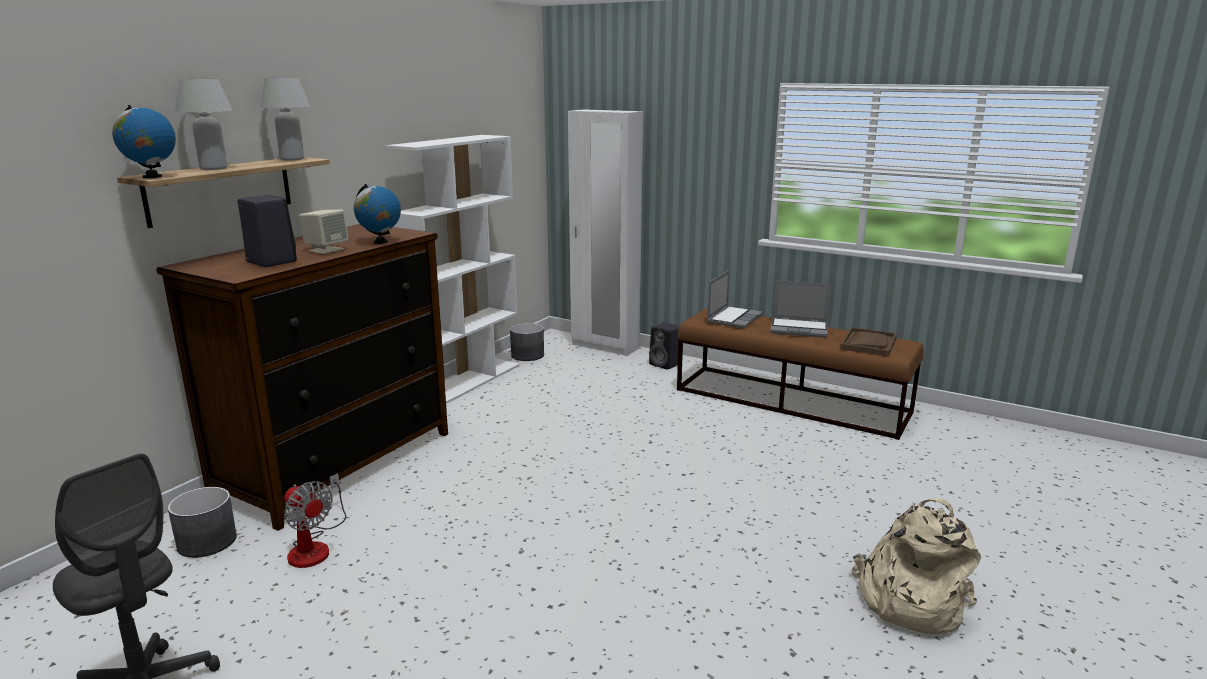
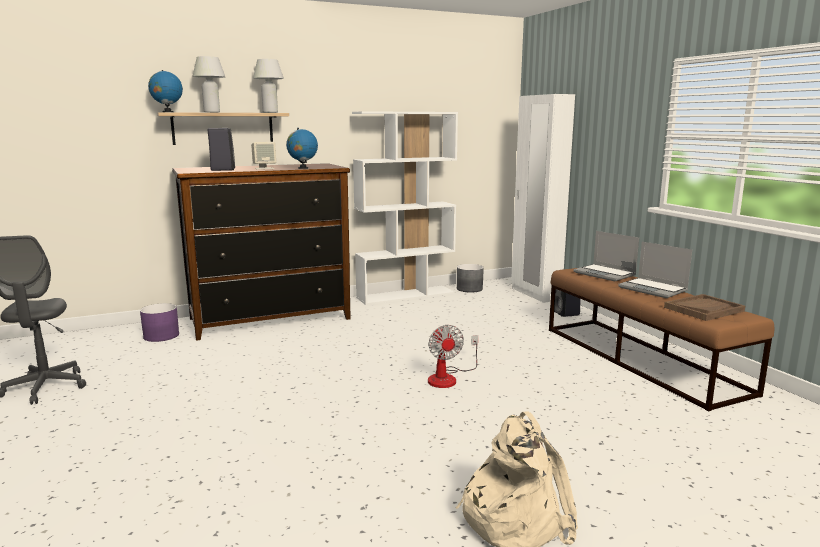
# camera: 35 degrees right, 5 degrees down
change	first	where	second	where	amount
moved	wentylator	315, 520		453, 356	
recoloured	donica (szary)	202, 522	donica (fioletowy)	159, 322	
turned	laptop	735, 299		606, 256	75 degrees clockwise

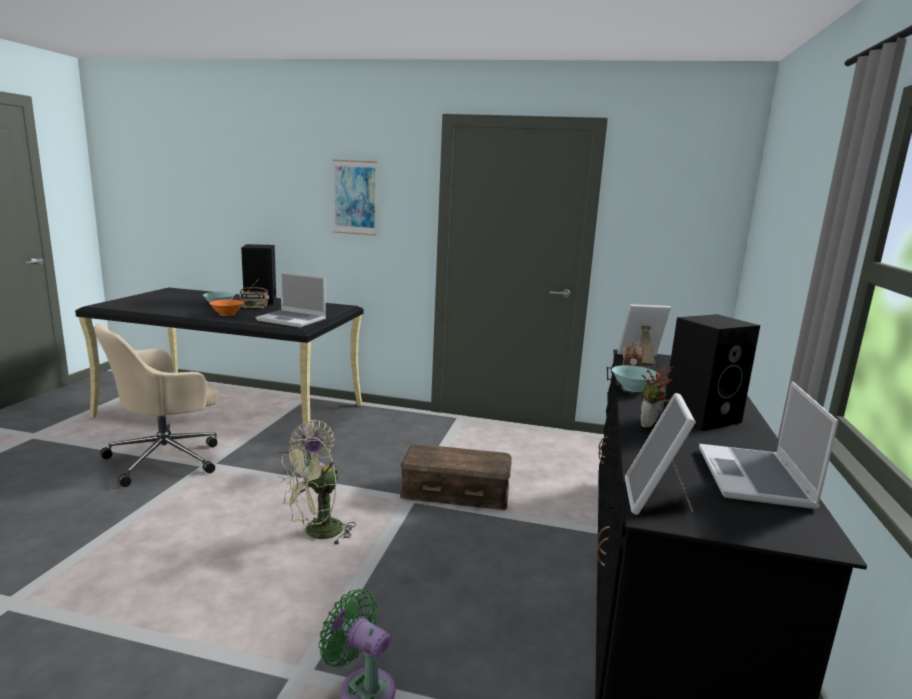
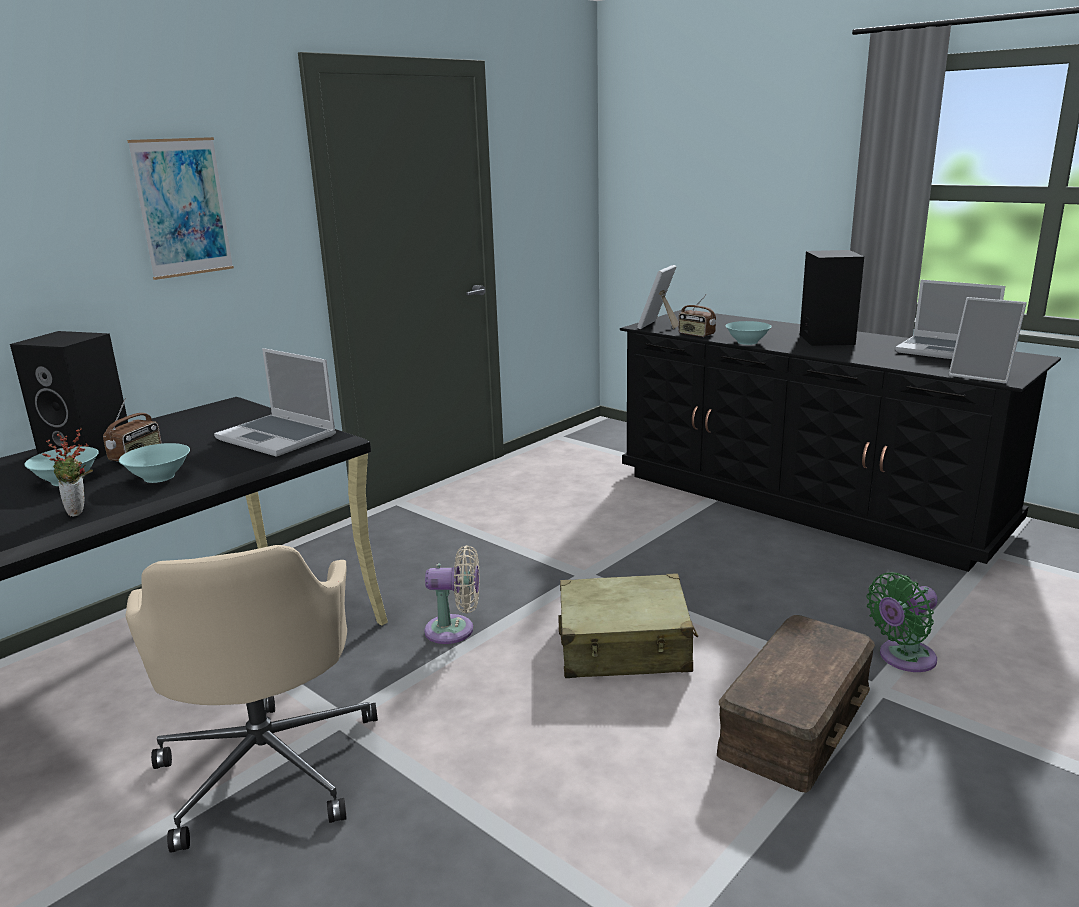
# camera: 60 degrees left, 5 degrees up
change	first	where	second	where	amount
moved	pojemnik do przechowywania (brązowy)	456, 477		796, 704	
moved	roślina doniczkowa	657, 395		67, 472	
replaced	wentylator (zielony)	317, 491	walizka (beżowy)	628, 626	
recoloured	miska (pomarańczowy)	226, 308	miska (turkusowy)	154, 463	
turned	laptop	291, 300		275, 402	75 degrees clockwise

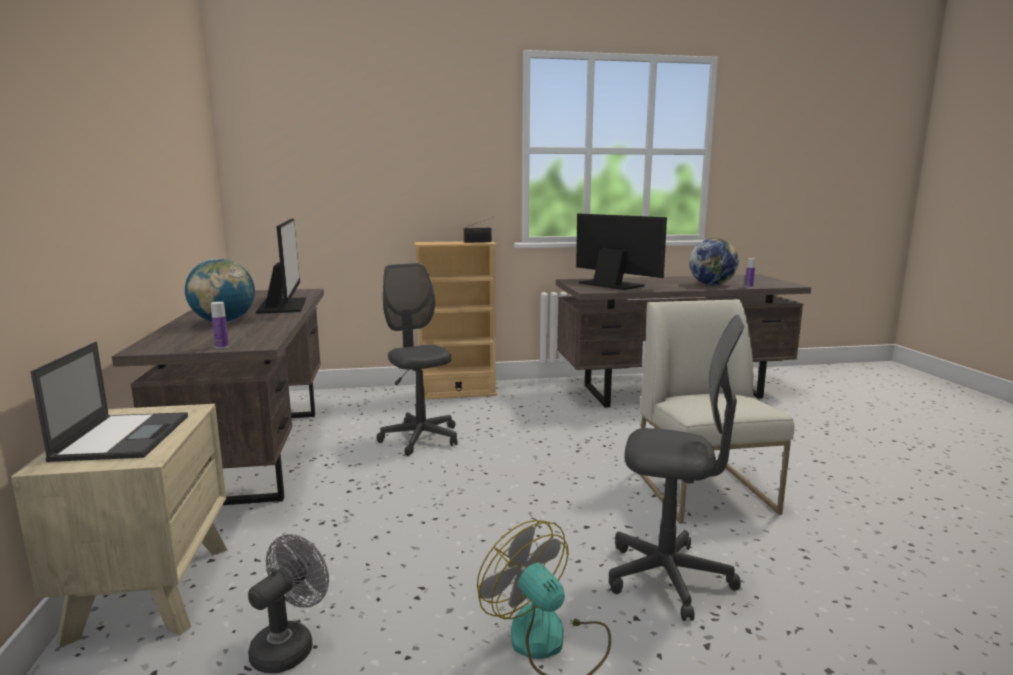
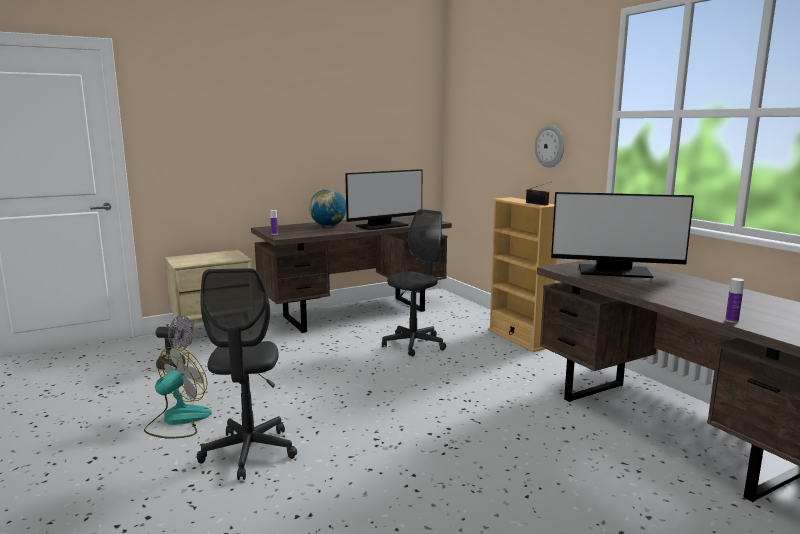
# camera: 70 degrees right, 0 degrees up
change	first	where	second	where	amount
removed	laptop	109, 401			
removed	krzesło (biały)	716, 411			
removed	globus	714, 261			
added			zegar ścienny	549, 146	
turned	monitor	621, 252		622, 235	75 degrees clockwise

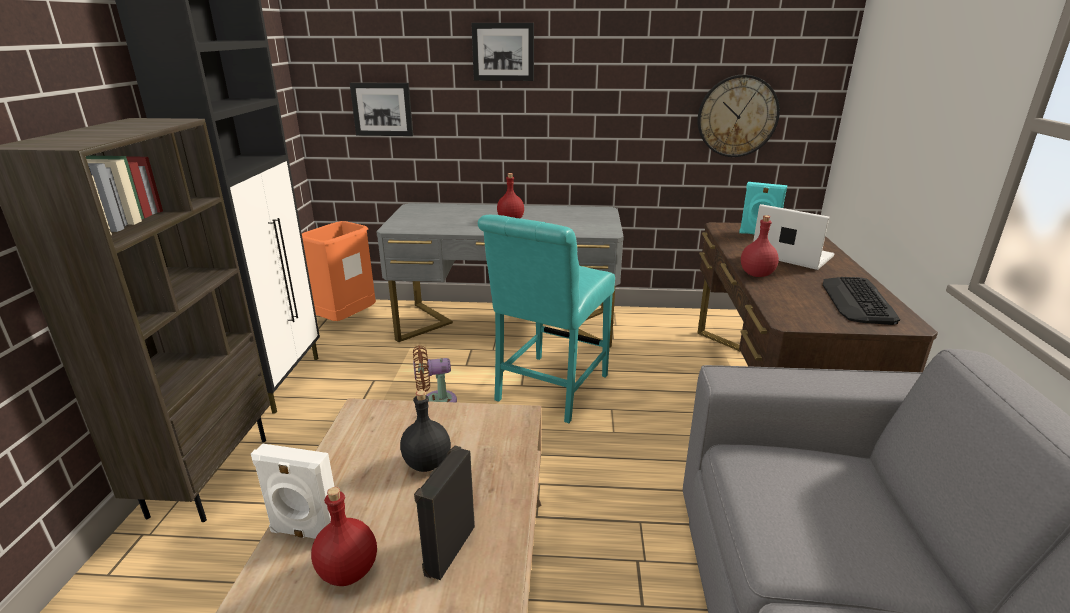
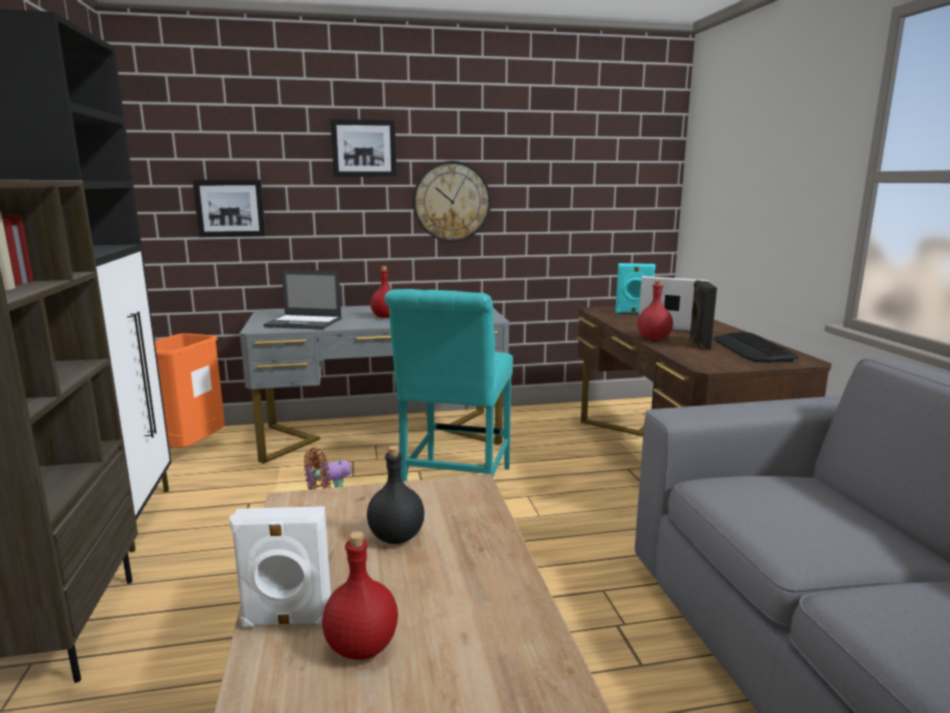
# camera: 15 degrees left, 10 degrees down
change	first	where	second	where	amount
added			laptop	302, 299	
moved	głośnik (czarny)	444, 512		703, 314	
moved	zegar ścienny	739, 116		452, 201	

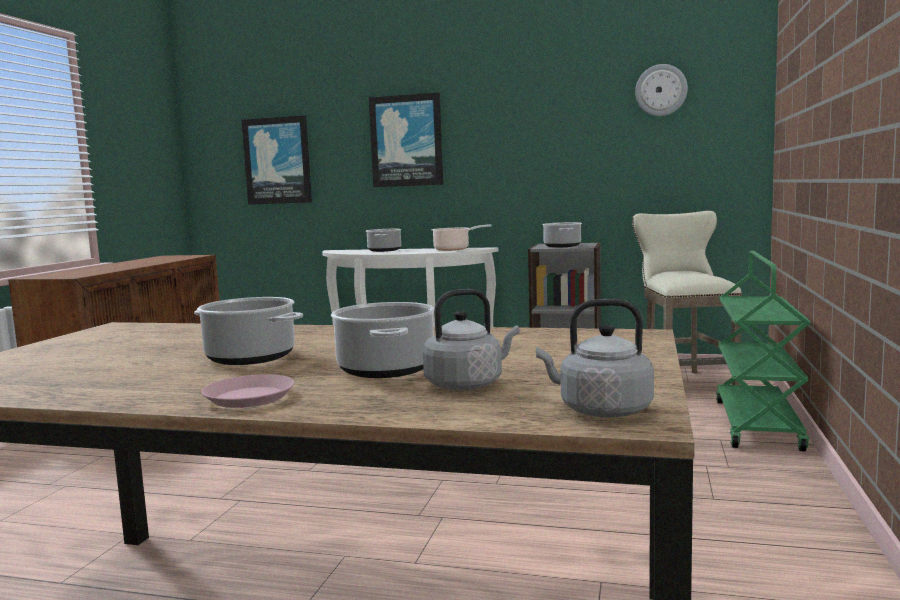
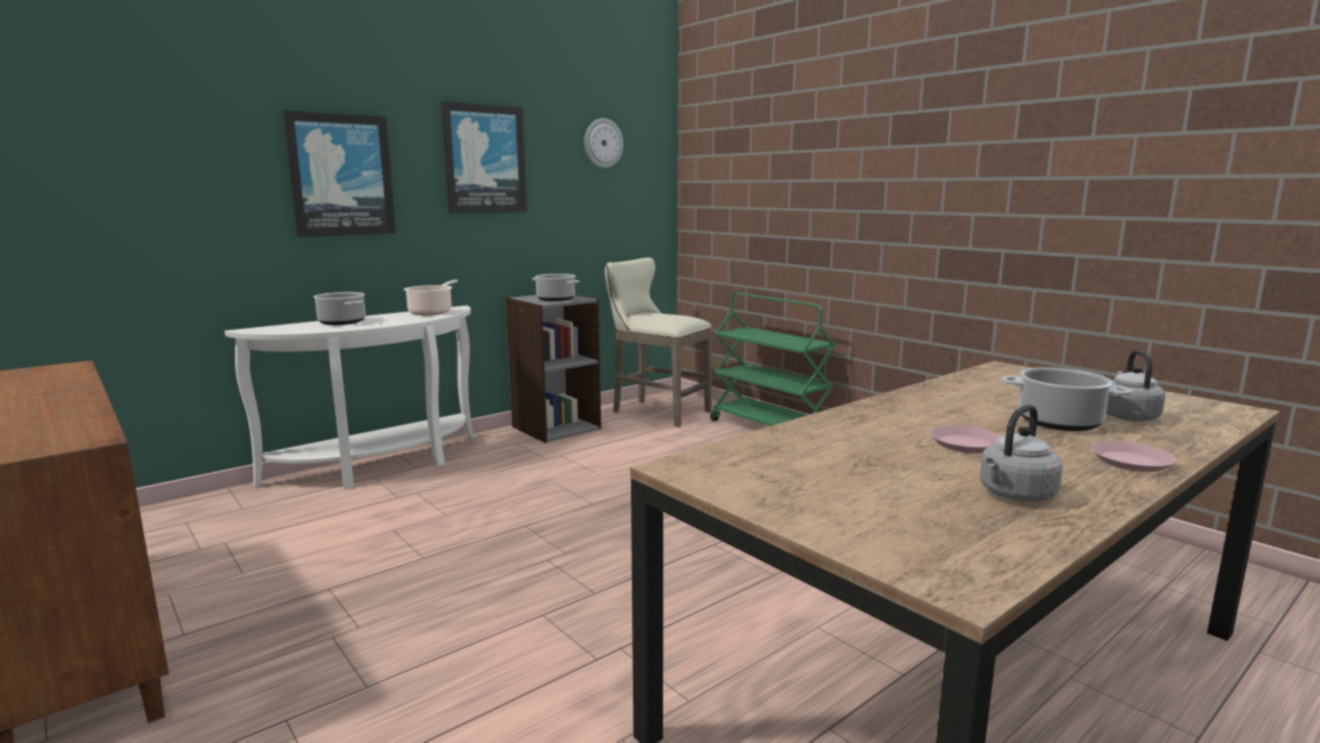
# camera: 55 degrees left, 5 degrees up
change	first	where	second	where	amount
moved	obraz	276, 160		484, 157	
moved	czajnik (szary)	595, 358		1021, 453	
replaced	garnek	248, 331	talerz (różowy)	965, 439	

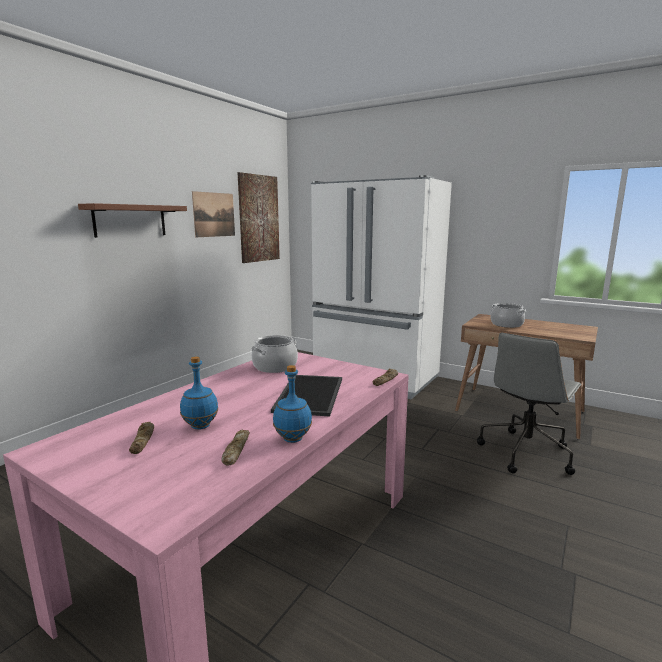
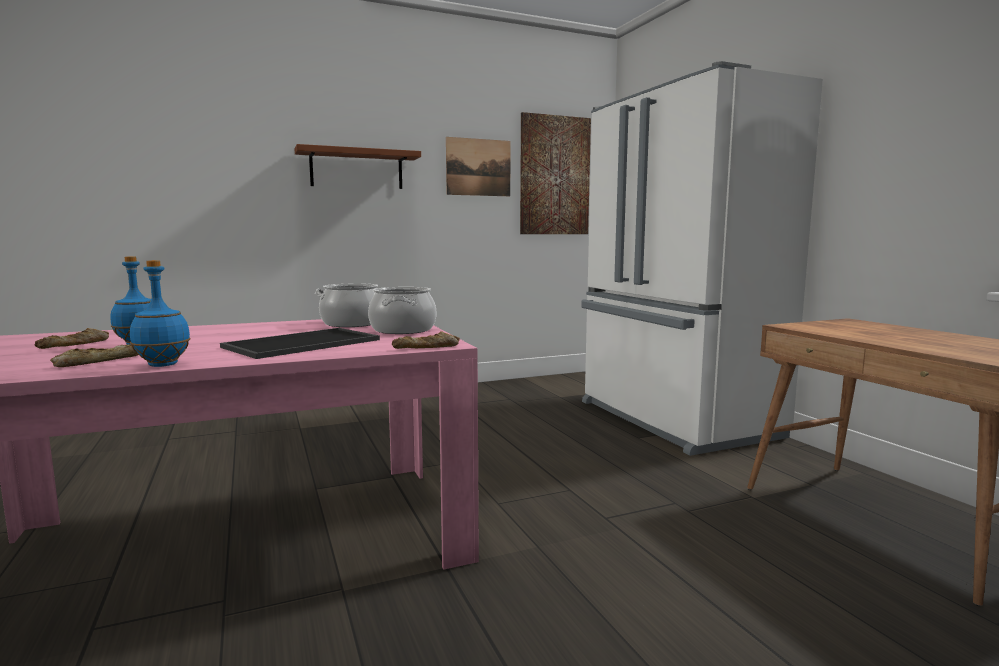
# camera: 35 degrees right, 5 degrees down
change	first	where	second	where	amount
removed	krzesło biurowe (szary)	529, 403			
moved	garnek	508, 315		402, 310	

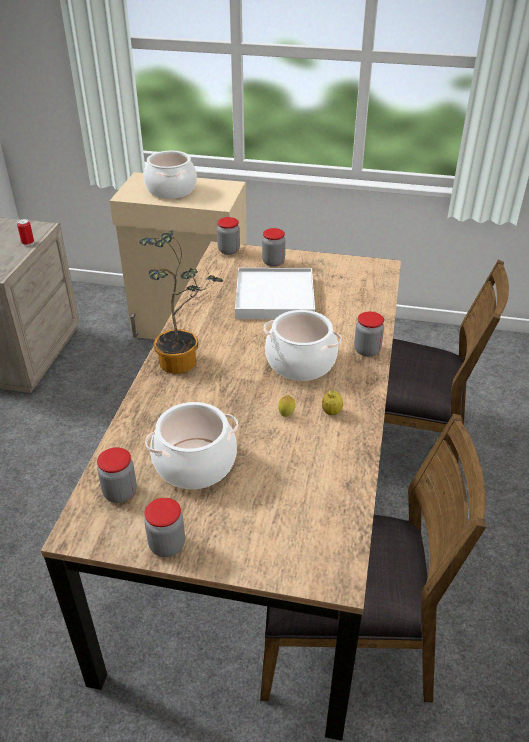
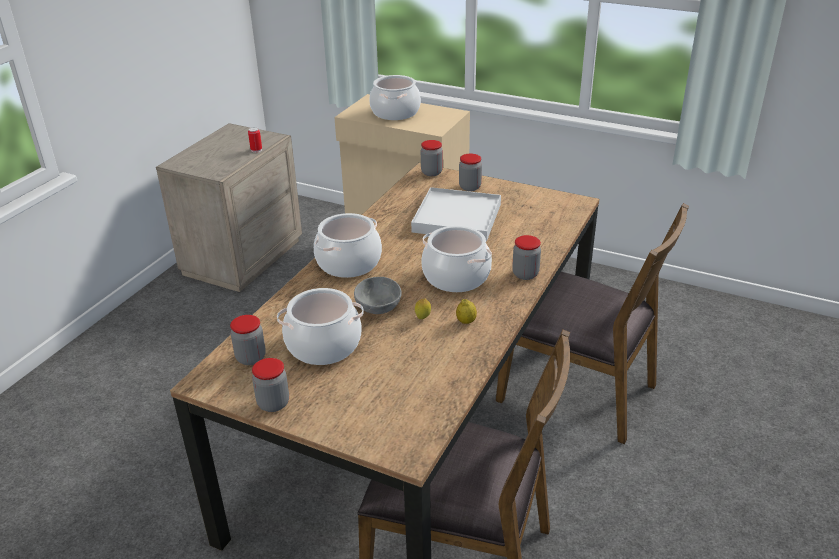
# camera: 15 degrees right, 5 degrees down
change	first	where	second	where	amount
added			miska (szary)	378, 295	
replaced	roślina doniczkowa	181, 302	garnek	348, 245	

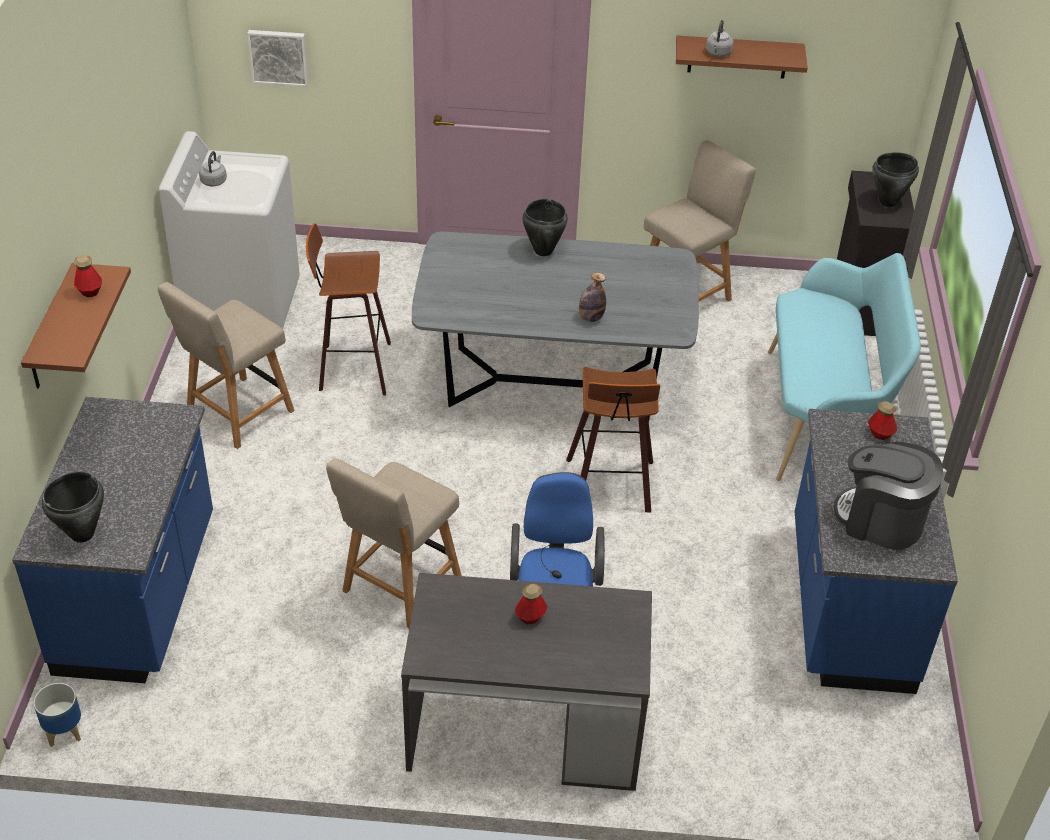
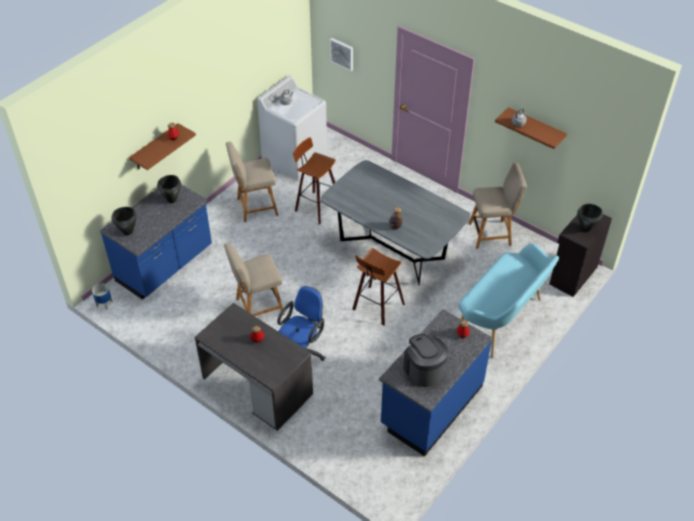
# camera: 35 degrees right, 5 degrees up
change	first	where	second	where	amount
moved	garnek (czarny)	545, 227		169, 189	

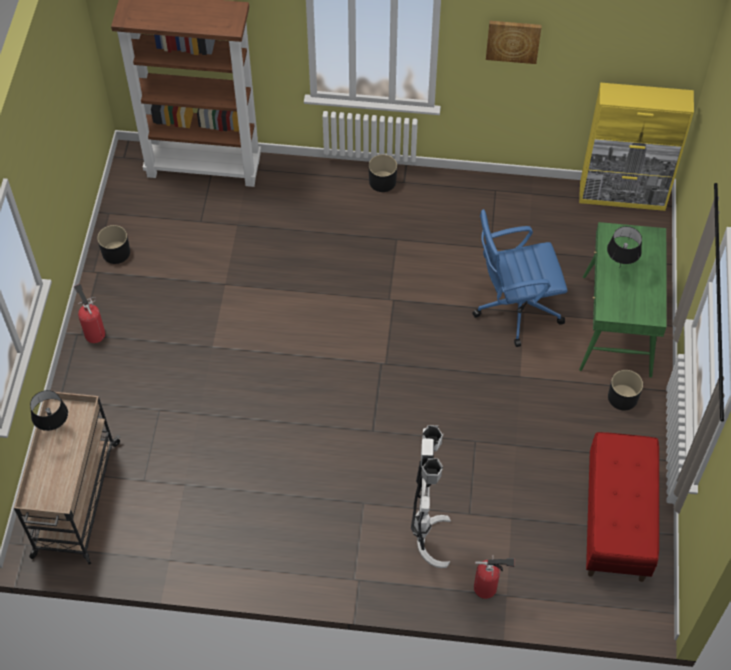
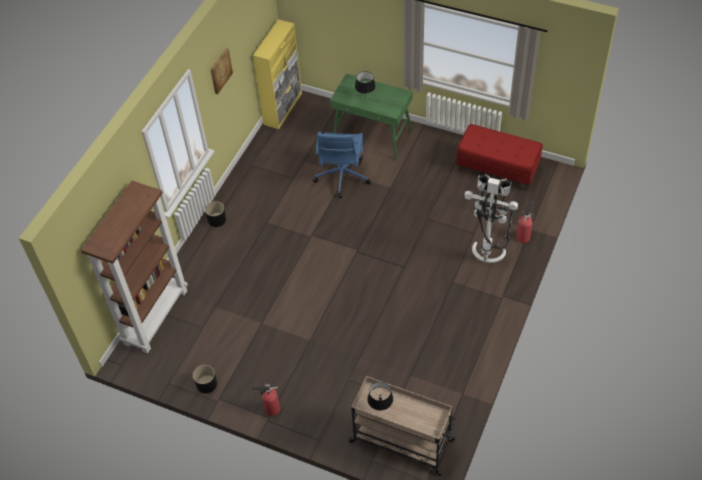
# camera: 70 degrees left, 5 degrees down
change	first	where	second	where	amount
removed	donica (czarny)	625, 390			

